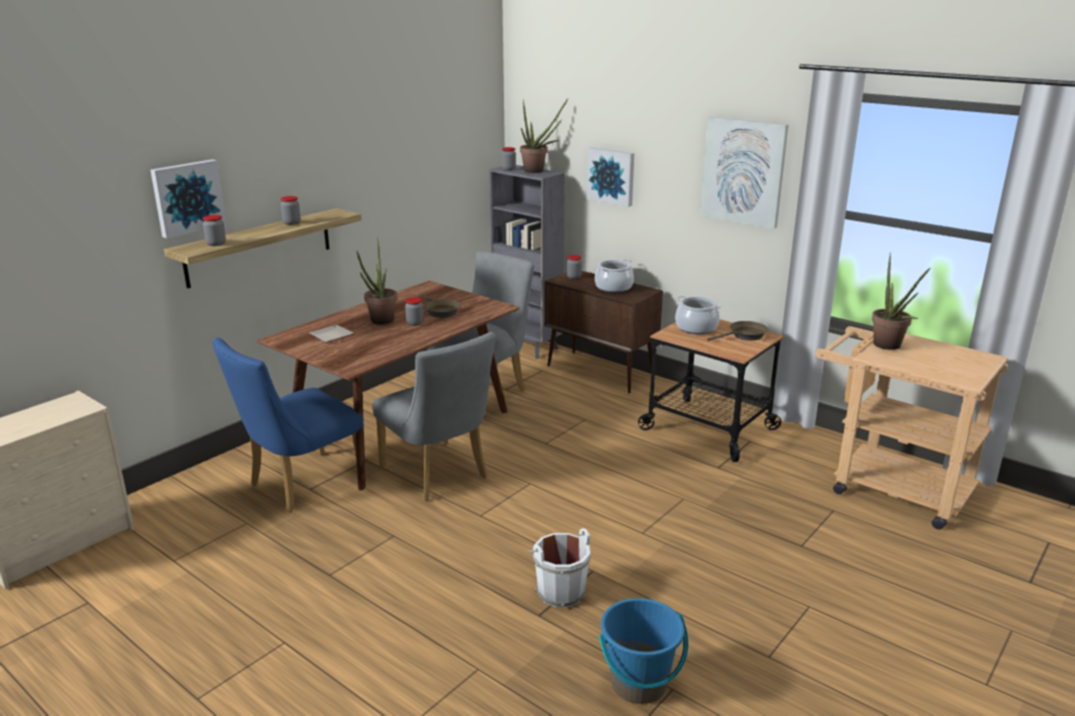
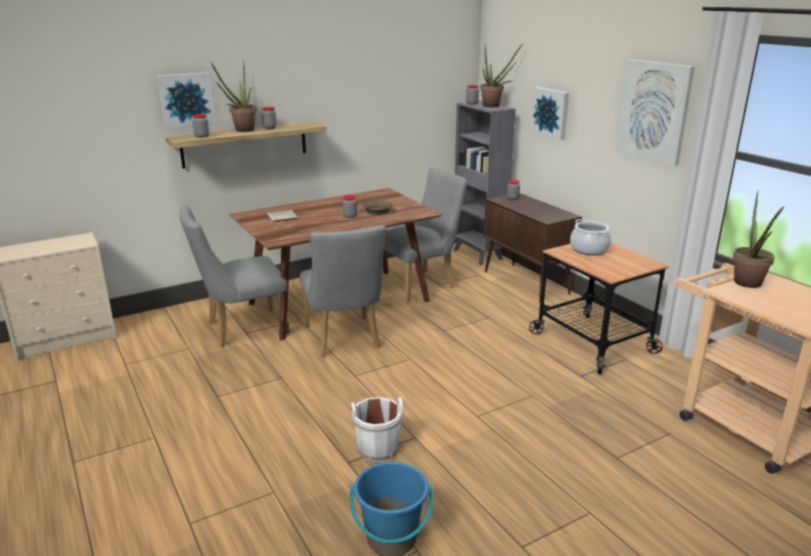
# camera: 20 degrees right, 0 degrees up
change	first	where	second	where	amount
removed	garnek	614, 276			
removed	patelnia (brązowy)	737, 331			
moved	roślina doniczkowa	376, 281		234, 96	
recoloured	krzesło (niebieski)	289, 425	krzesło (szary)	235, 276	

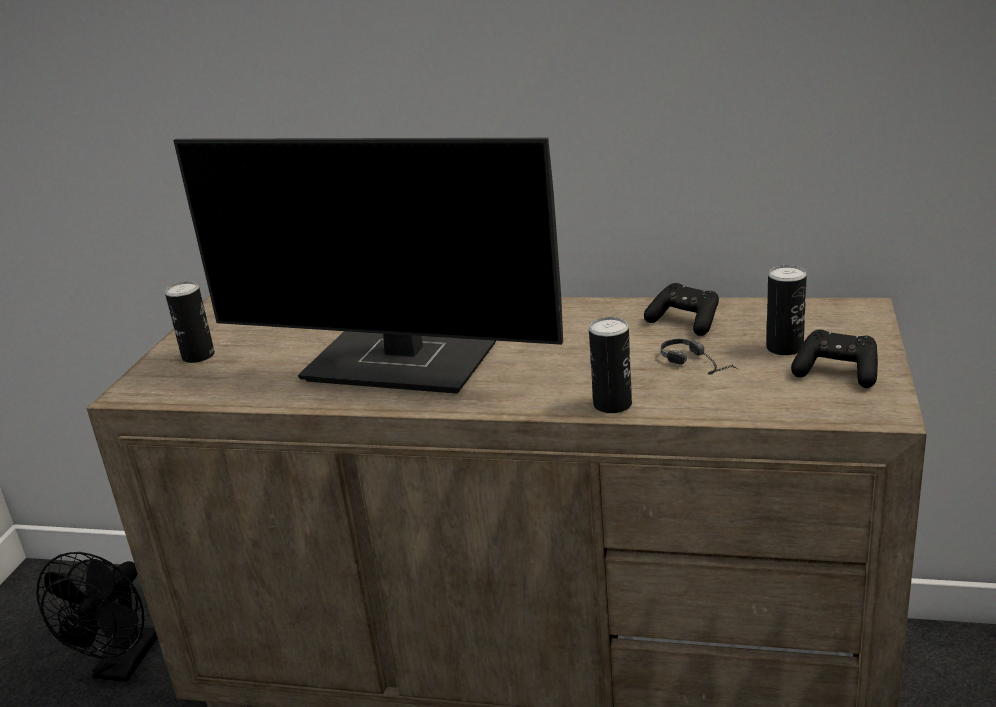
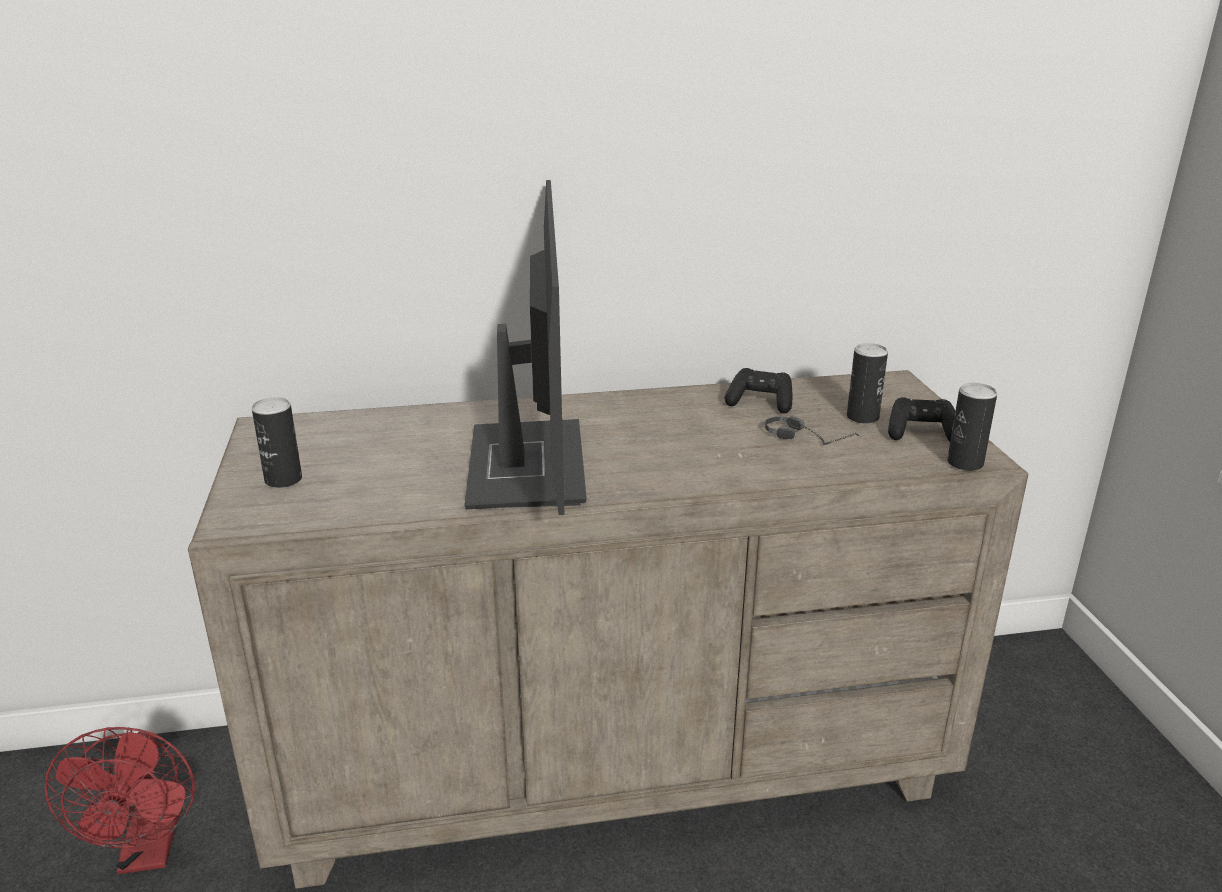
# camera: 25 degrees left, 0 degrees up
change	first	where	second	where	amount
moved	puszka	610, 365		972, 427	
recoloured	wentylator (czarny)	97, 617	wentylator (czerwony)	120, 800	
turned	monitor	368, 266		525, 347	90 degrees counterclockwise

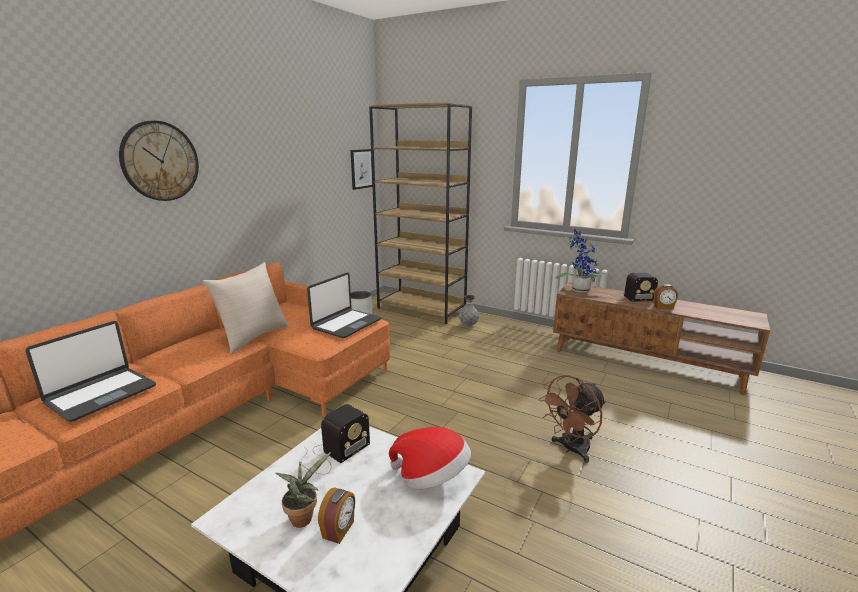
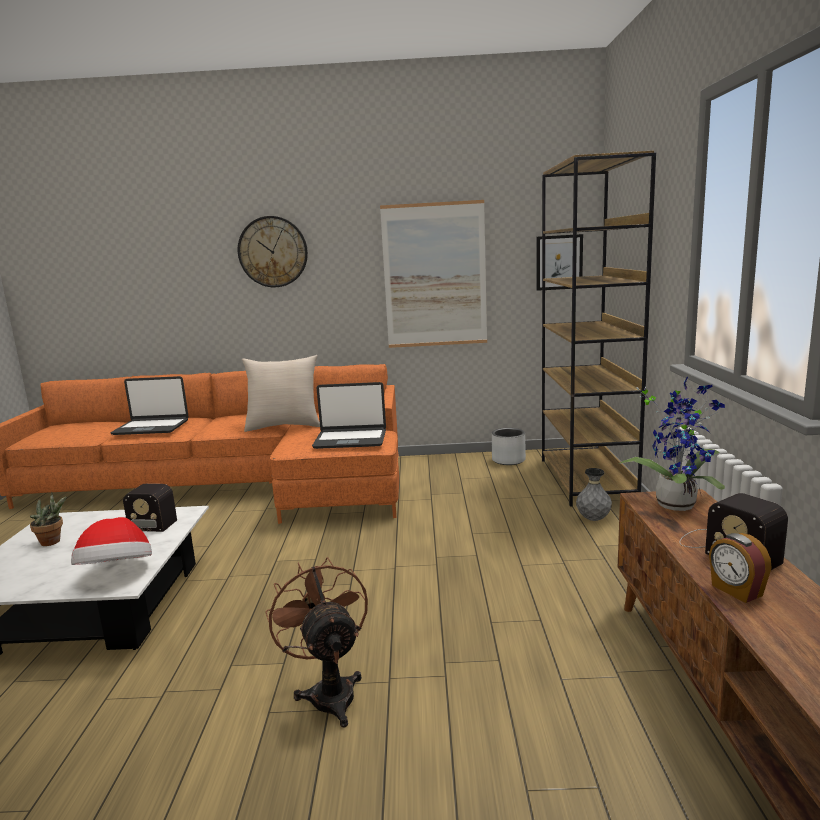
# camera: 60 degrees right, 5 degrees down
change	first	where	second	where	amount
removed	budzik	336, 515			
added			obraz	433, 274	
turned	wentylator (brązowy)	572, 419		316, 642	45 degrees clockwise

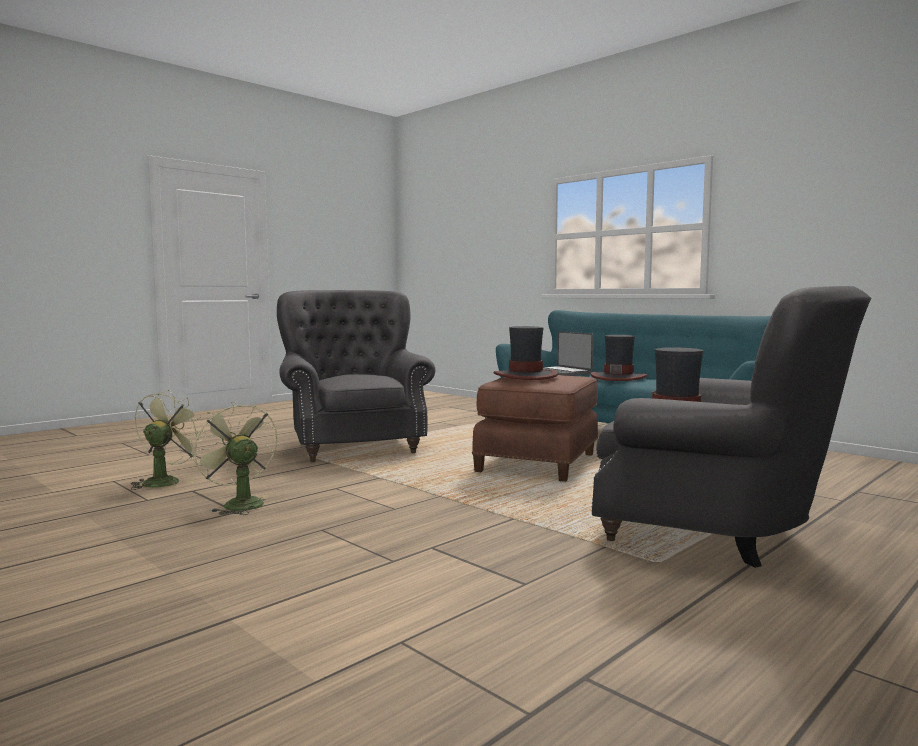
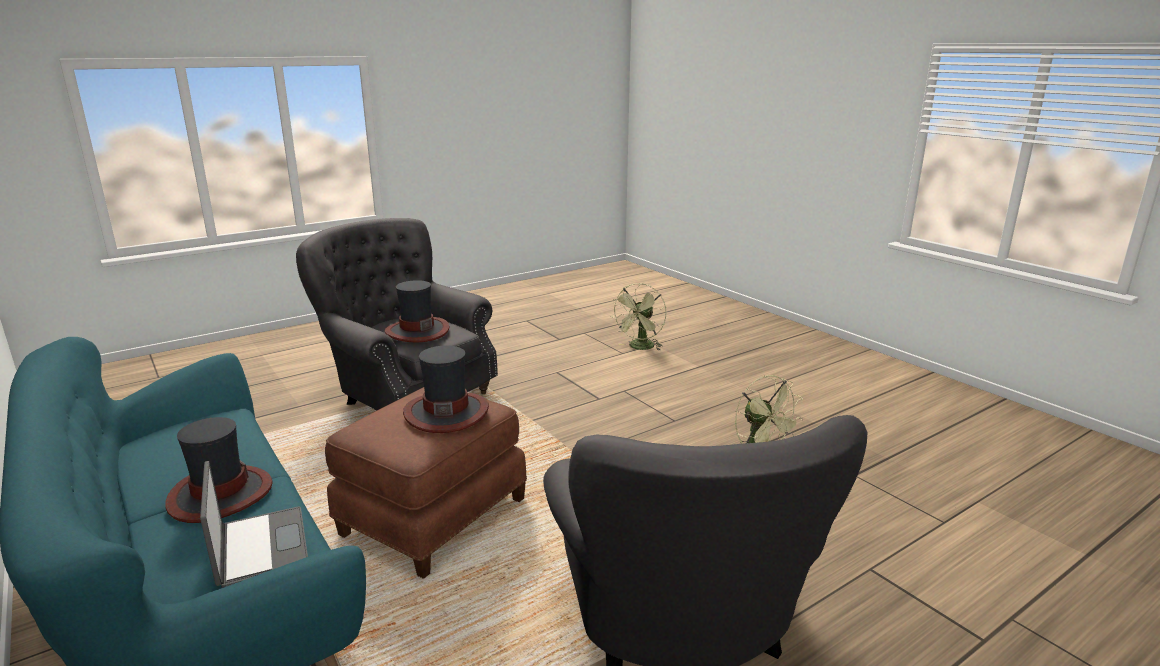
# camera: 170 degrees left, 15 degrees up
change	first	where	second	where	amount
moved	wentylator (zielony)	168, 440		638, 317	

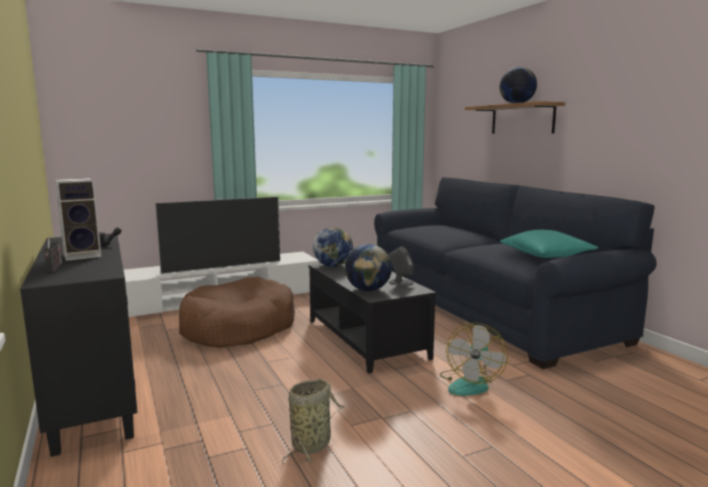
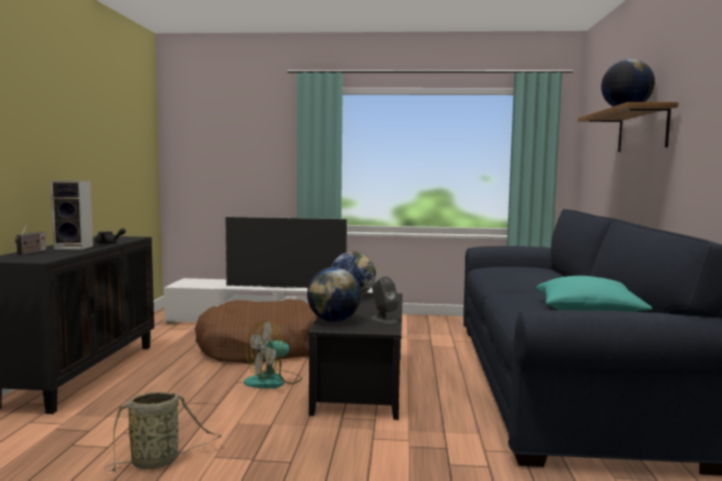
# camera: 30 degrees right, 5 degrees down
change	first	where	second	where	amount
moved	wentylator	474, 359		273, 354	

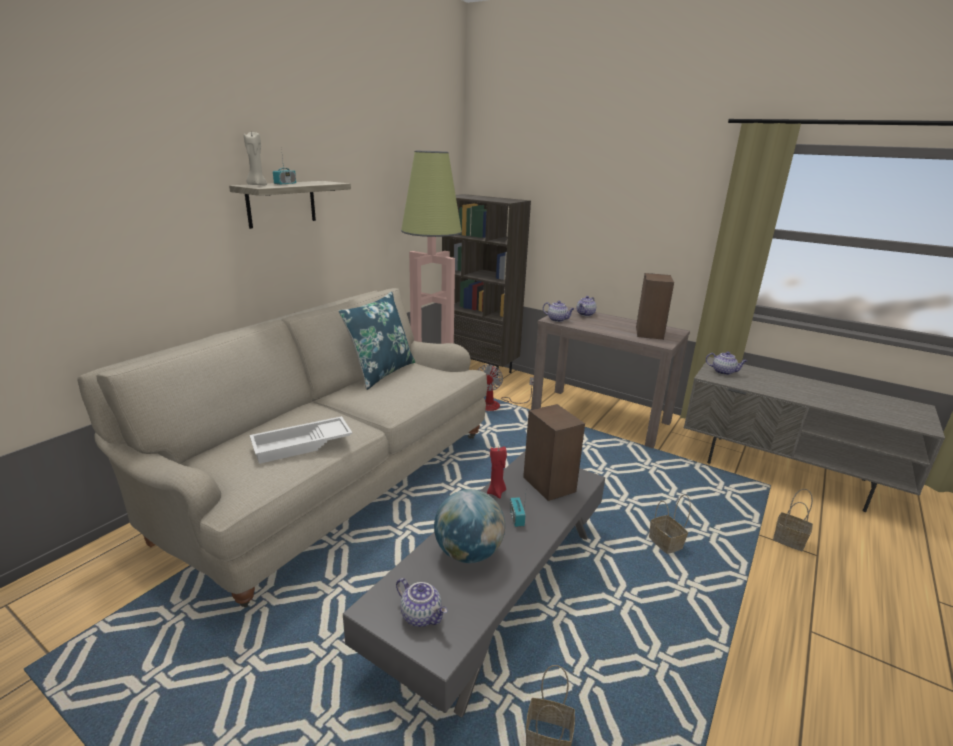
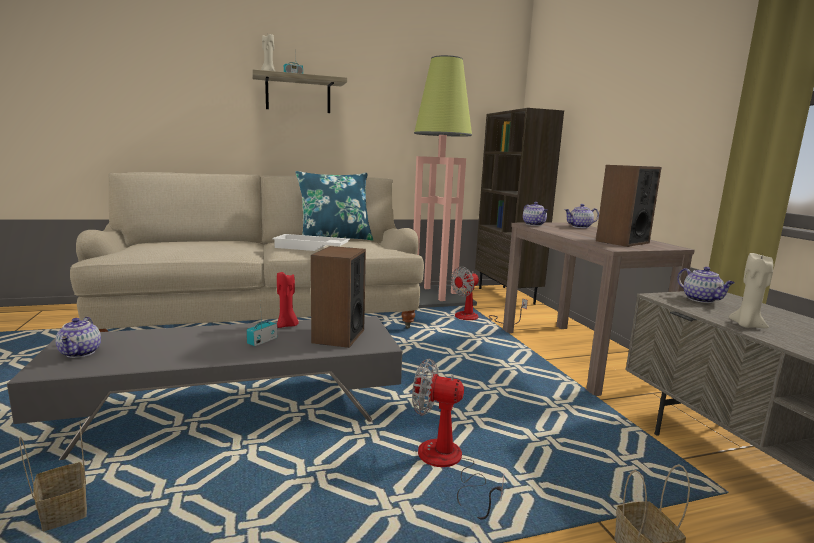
# camera: 40 degrees right, 10 degrees down
change	first	where	second	where	amount
removed	globus	469, 526			
added			świeca (beżowy)	751, 290	
moved	taca (biały)	301, 440		311, 242	
replaced	koszyk	670, 524	wentylator	458, 439	

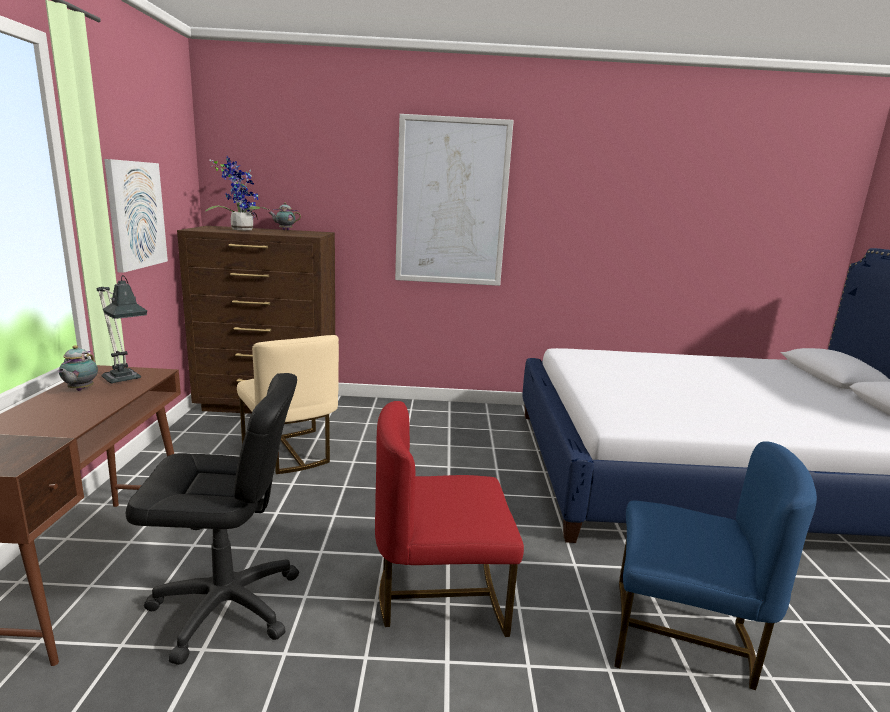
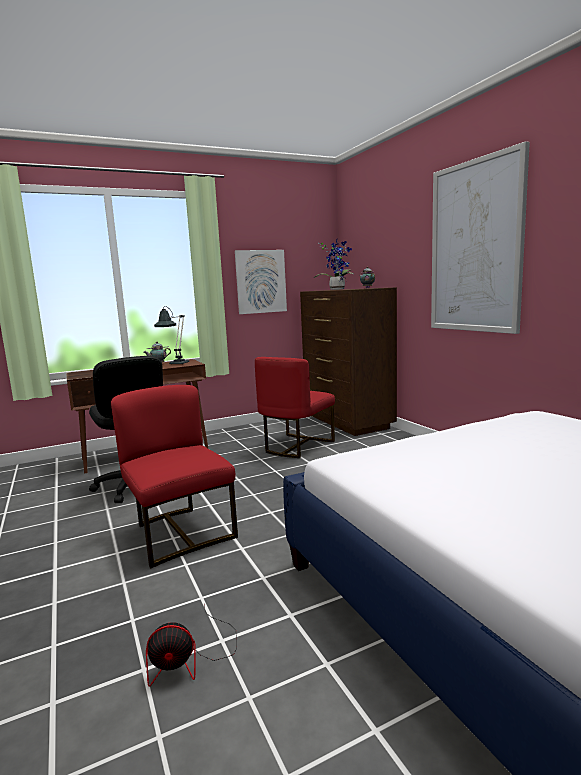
# camera: 65 degrees right, 5 degrees down
change	first	where	second	where	amount
replaced	krzesło (niebieski)	715, 565	wentylator	191, 646	
recoloured	krzesło (beżowy)	288, 404	krzesło (czerwony)	295, 407	

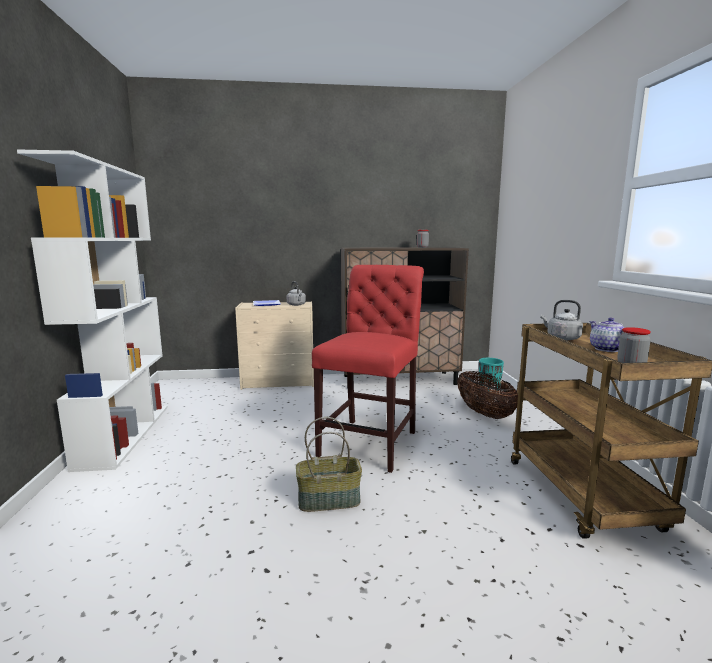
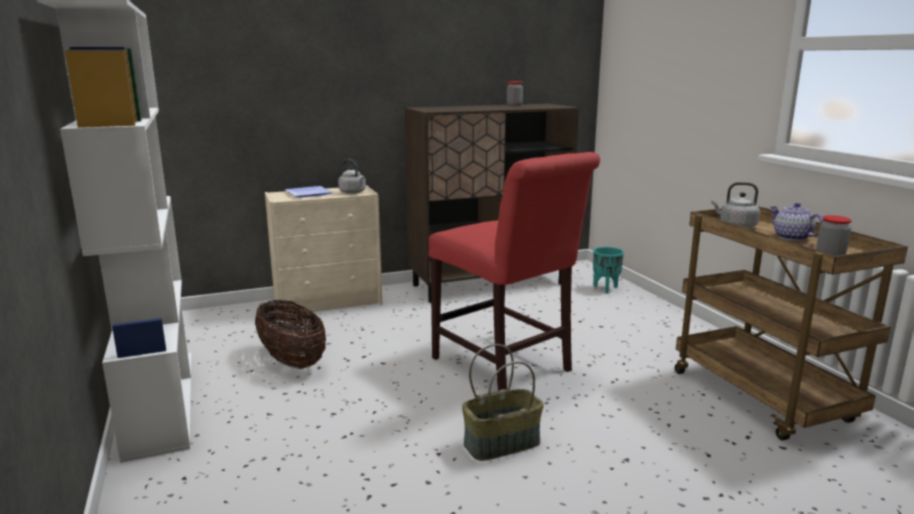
# camera: 15 degrees left, 5 degrees up
change	first	where	second	where	amount
moved	koszyk	487, 395		290, 334	
turned	krzesło (czerwony)	368, 369		514, 271	135 degrees clockwise

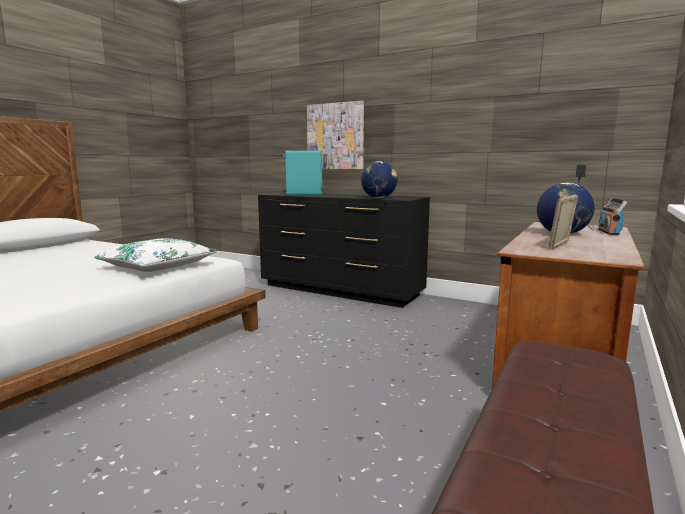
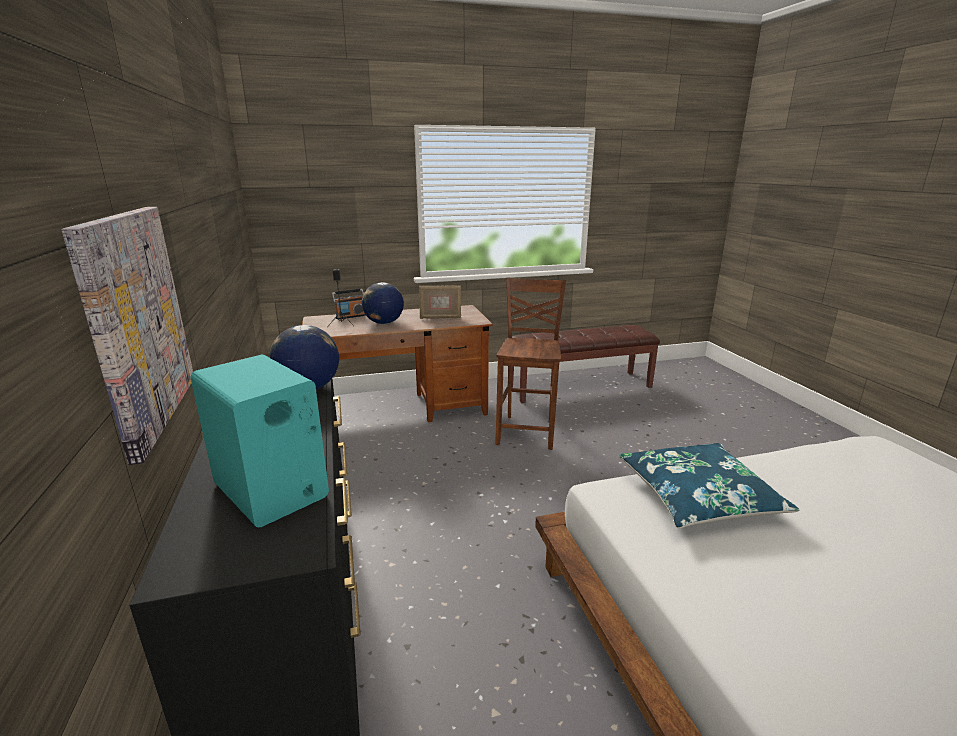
# camera: 135 degrees left, 10 degrees up
change	first	where	second	where	amount
added			krzesło (brązowy)	530, 363	
recoloured	poduszka (biały)	155, 255	poduszka (niebieski)	709, 485	

